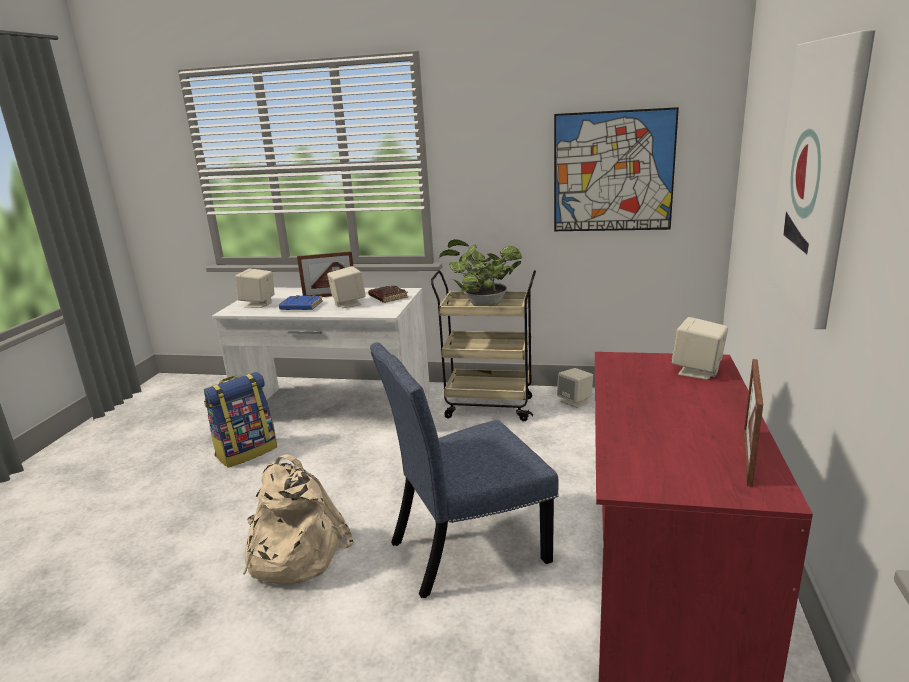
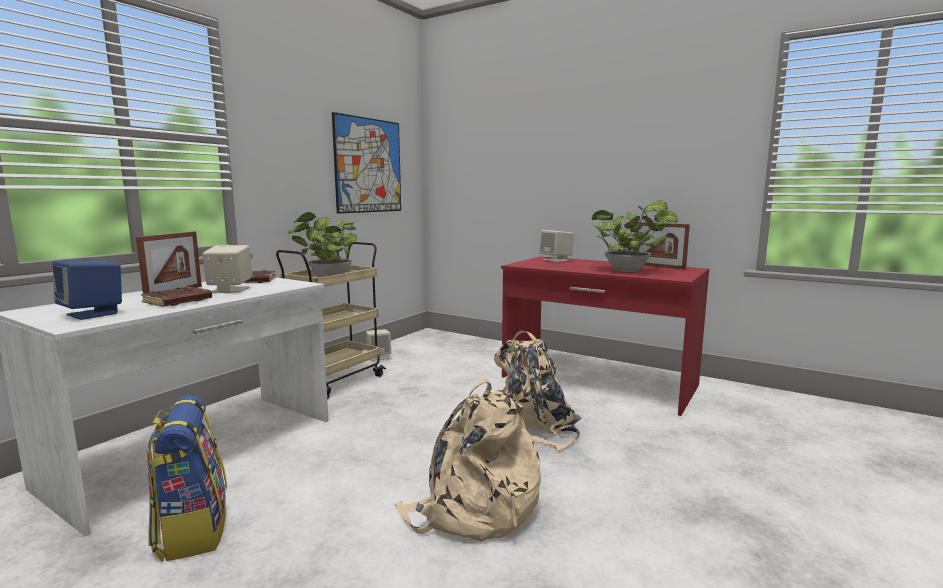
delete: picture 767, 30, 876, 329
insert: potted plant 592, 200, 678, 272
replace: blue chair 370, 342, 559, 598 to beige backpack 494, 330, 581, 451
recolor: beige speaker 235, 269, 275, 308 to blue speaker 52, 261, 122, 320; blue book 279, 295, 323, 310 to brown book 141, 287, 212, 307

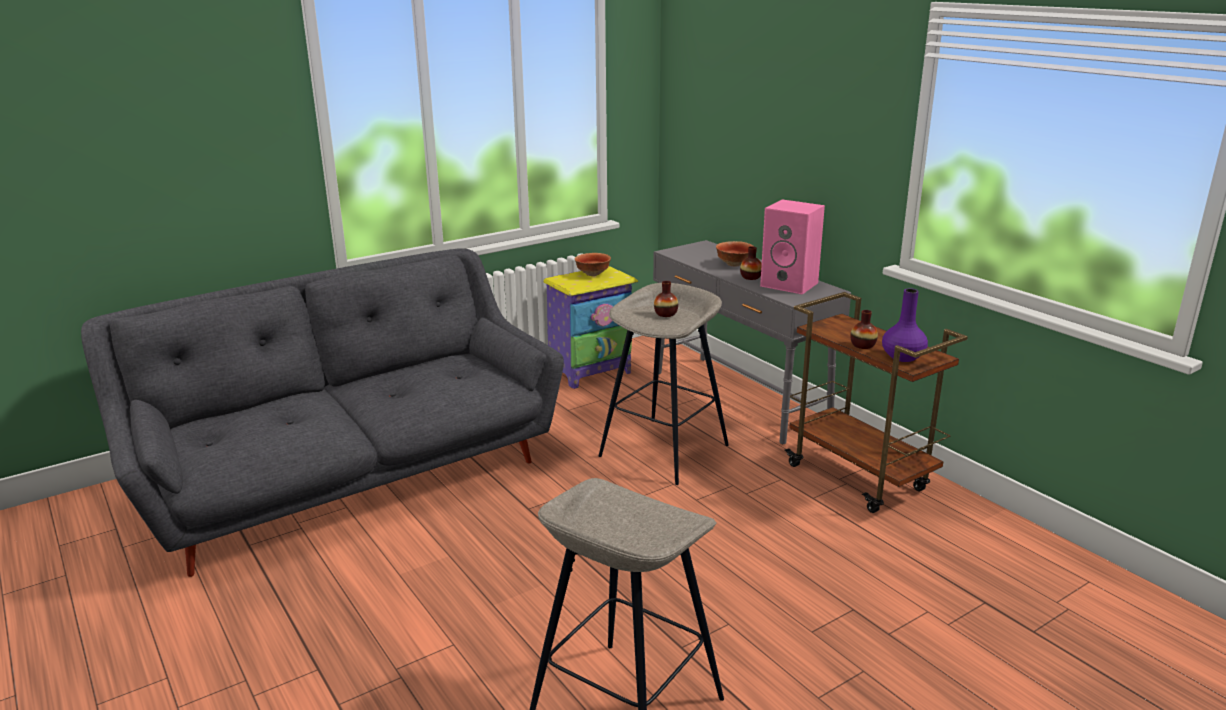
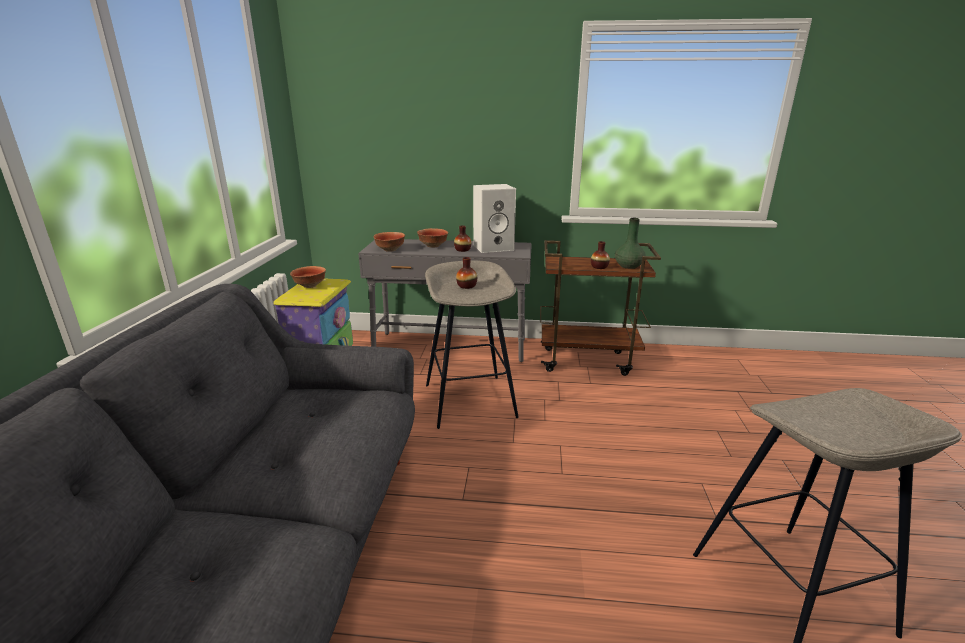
insert: bowl 373, 232, 405, 252
recolor: pink speaker 760, 199, 825, 295 to white speaker 473, 184, 516, 253; purple vase 882, 288, 928, 362 to green vase 615, 218, 646, 269

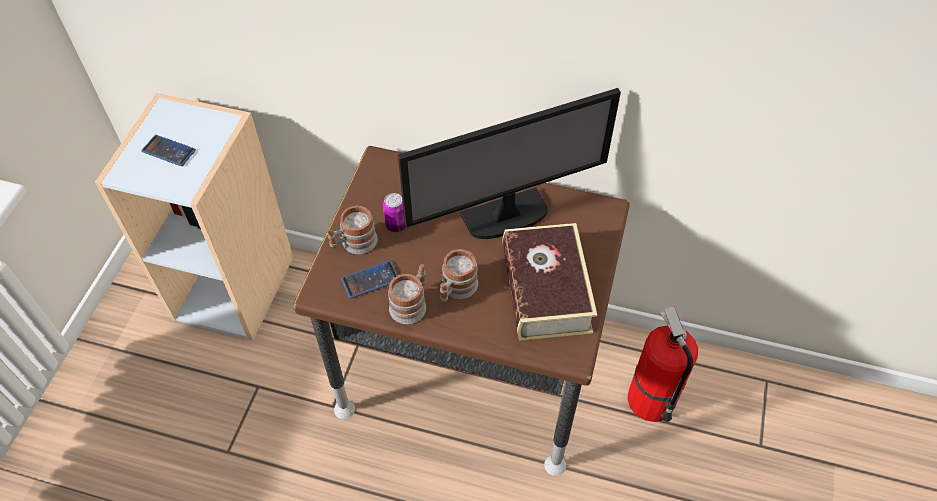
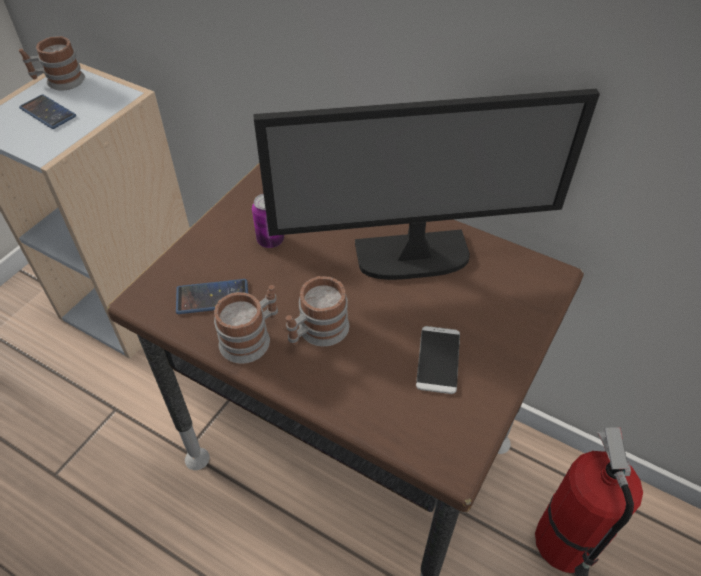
move: mug 326, 205, 378, 254 to 19, 36, 85, 91
replace: book 503, 223, 597, 341 to phone 416, 326, 460, 394

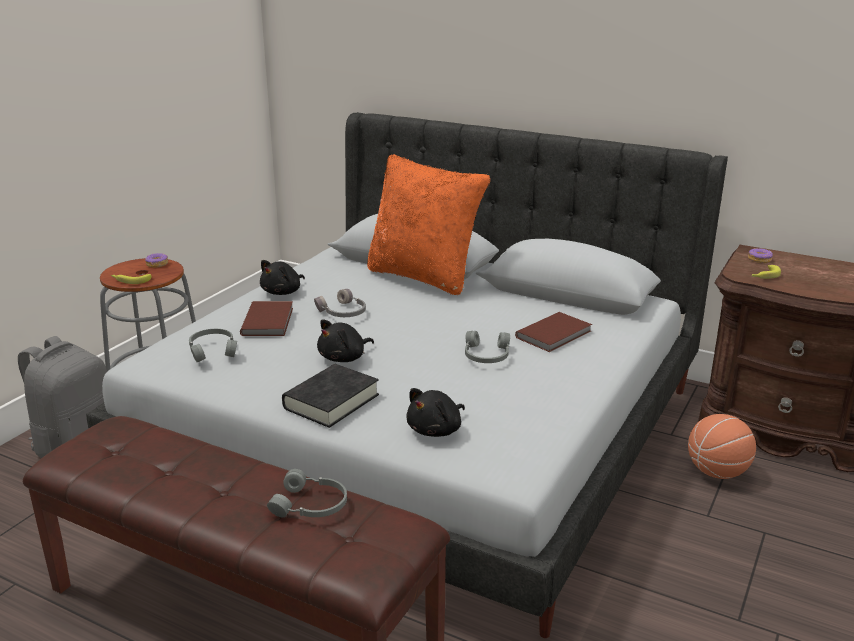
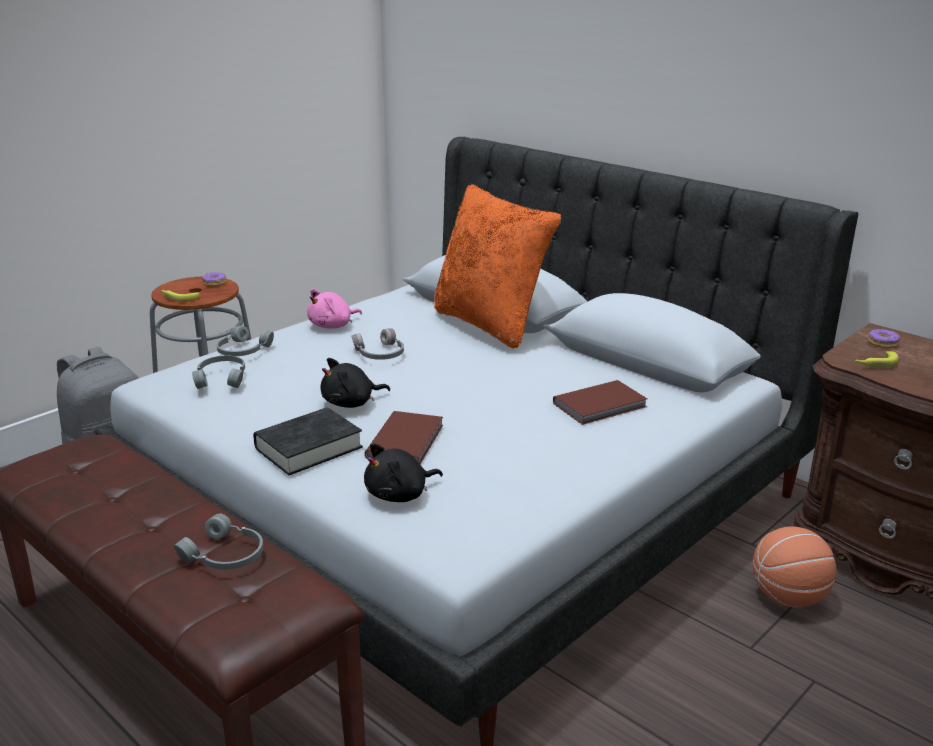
move: brown book 240, 301, 293, 336 to 365, 411, 443, 464; grey headphones 465, 331, 510, 363 to 217, 326, 274, 356
recolor: black plush toy 260, 260, 305, 295 to pink plush toy 307, 289, 362, 329

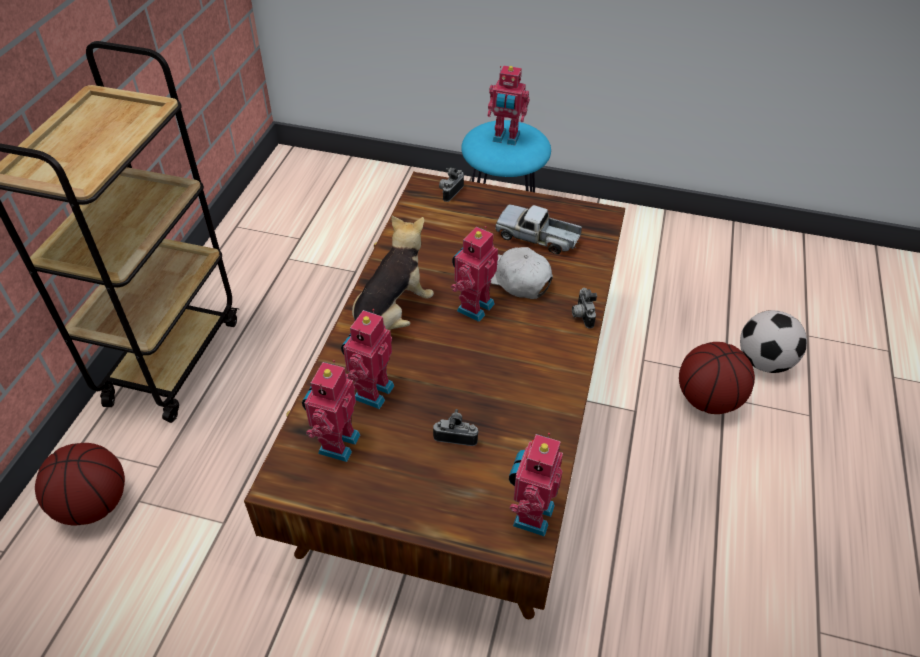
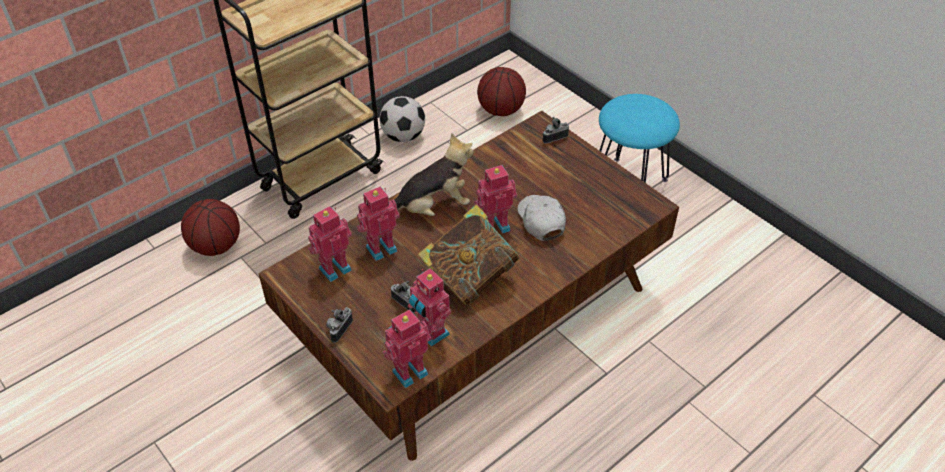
delete: toy truck 495, 205, 582, 254
insert: book 418, 204, 519, 305
move: toy robot 487, 65, 529, 145 to 408, 268, 451, 347; photo camera 572, 288, 597, 329 to 326, 307, 353, 343; football 740, 310, 807, 373 to 380, 96, 425, 142; basketball 679, 342, 755, 414 to 477, 67, 526, 116

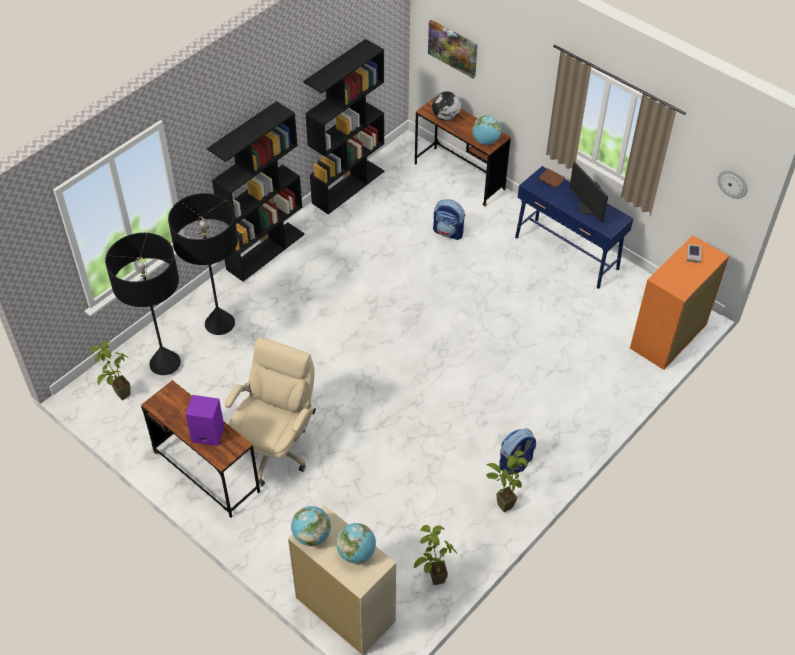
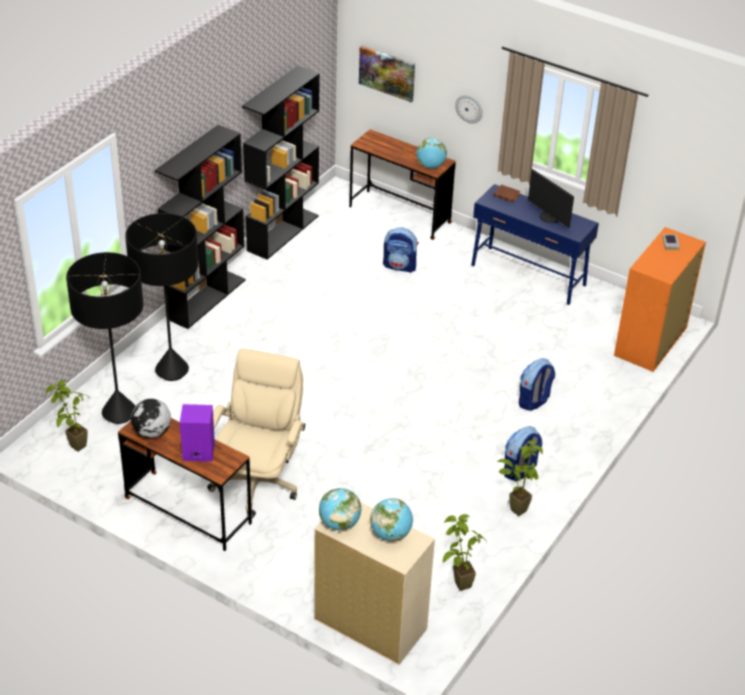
insert: backpack 519, 358, 555, 411
move: globe 432, 91, 461, 121 to 131, 399, 171, 438; wall clock 718, 170, 748, 199 to 455, 95, 483, 124

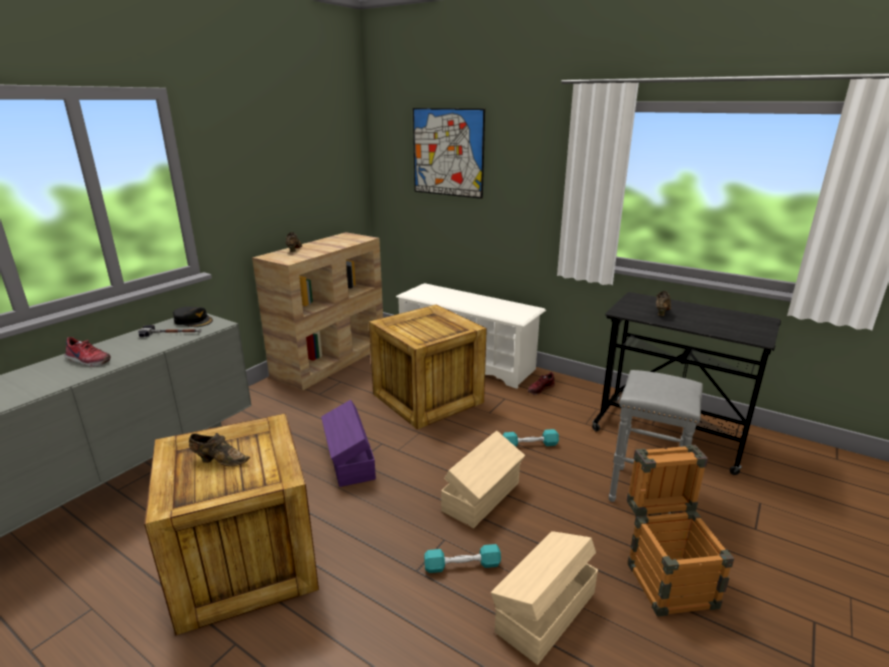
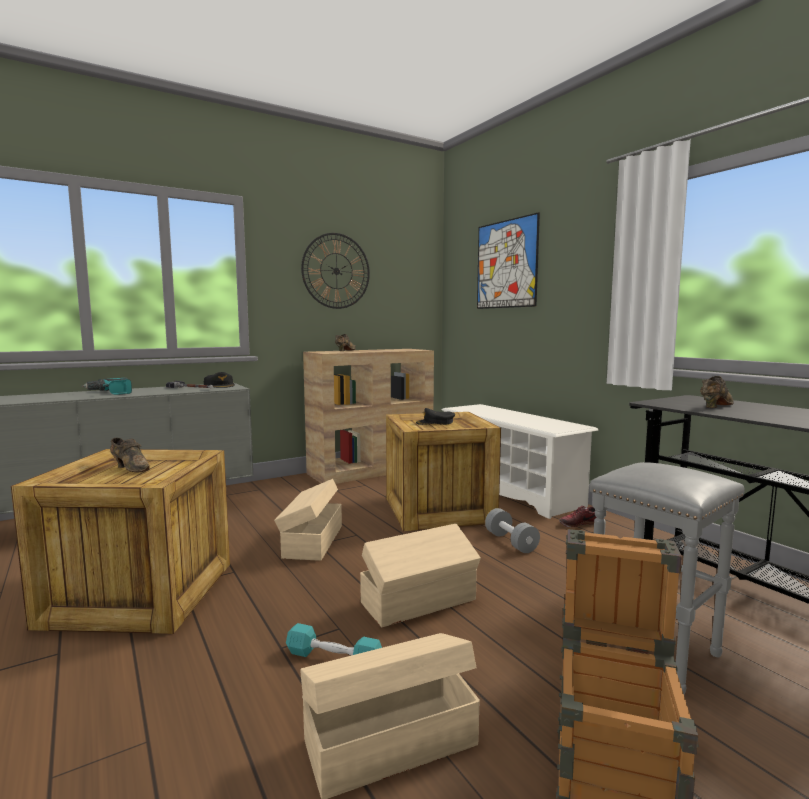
delete: turquoise dumbbell 503, 429, 559, 447
insert: wall clock 301, 233, 370, 309; black cap 416, 408, 455, 425; grey dumbbell 485, 508, 540, 553
replace: shoe 64, 337, 111, 367 to power drill 81, 377, 132, 395
recolor: purple storage box 321, 400, 376, 487 to beige storage box 274, 479, 342, 561

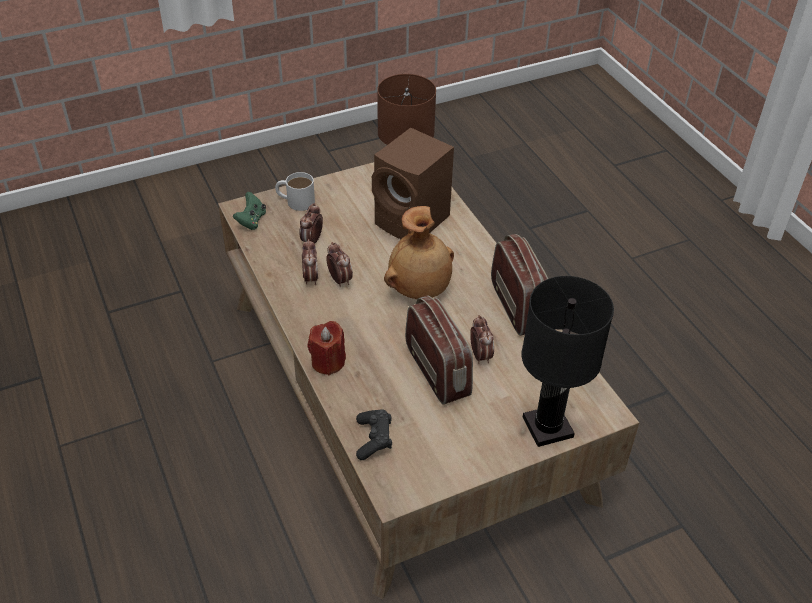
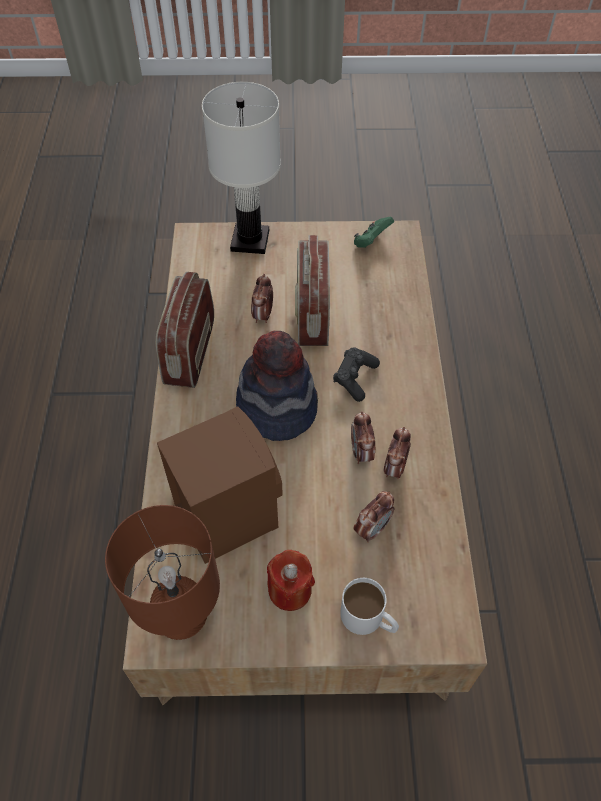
move: green game controller 233, 192, 266, 230 to 354, 217, 394, 247; red candle 308, 321, 346, 375 to 267, 550, 315, 611; black game controller 356, 409, 392, 460 to 333, 347, 380, 402
replace: brown vase 384, 206, 454, 299 to hat 236, 331, 318, 441
recolor: black table lamp 522, 276, 614, 447 to white table lamp 202, 82, 281, 254

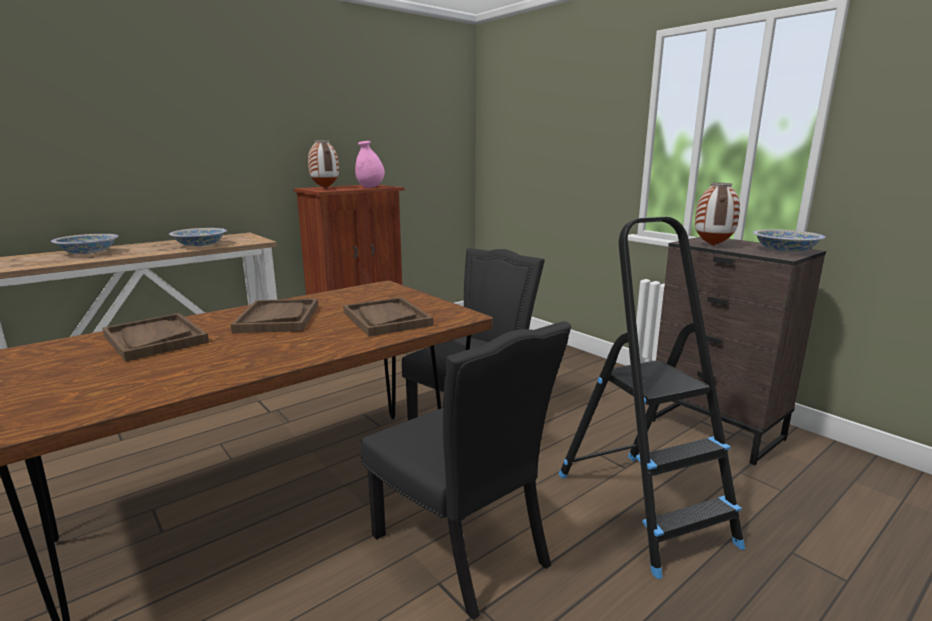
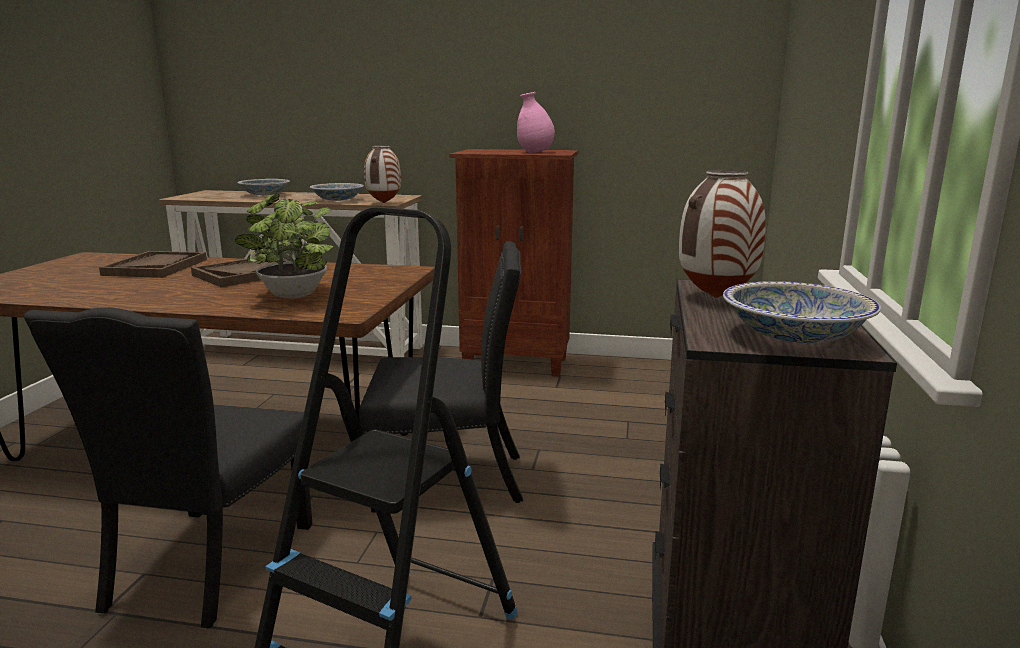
move: vase 308, 141, 339, 188 to 364, 145, 401, 203
replace: brown tray 343, 297, 433, 337 to potted plant 235, 194, 334, 299

